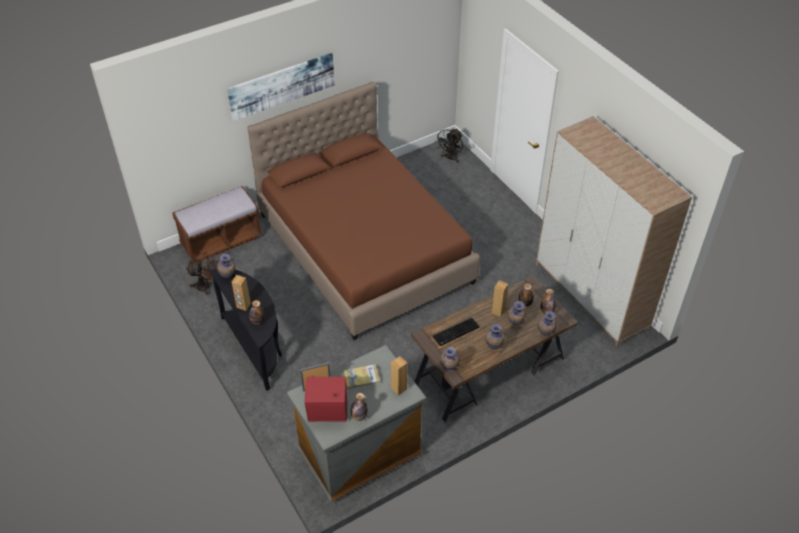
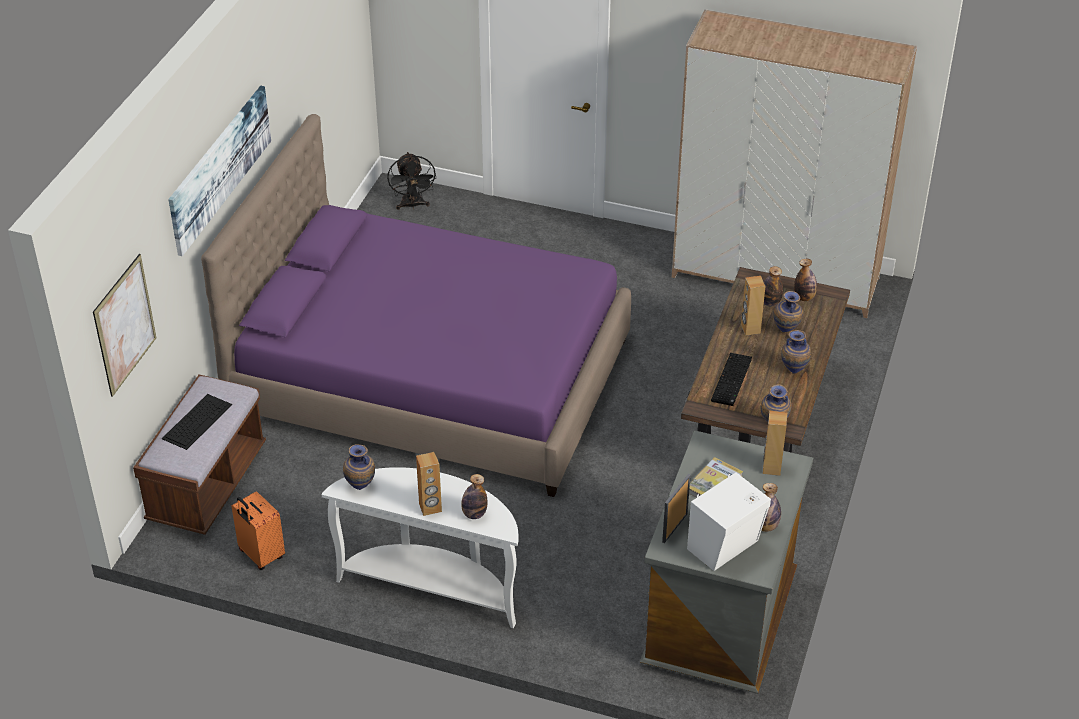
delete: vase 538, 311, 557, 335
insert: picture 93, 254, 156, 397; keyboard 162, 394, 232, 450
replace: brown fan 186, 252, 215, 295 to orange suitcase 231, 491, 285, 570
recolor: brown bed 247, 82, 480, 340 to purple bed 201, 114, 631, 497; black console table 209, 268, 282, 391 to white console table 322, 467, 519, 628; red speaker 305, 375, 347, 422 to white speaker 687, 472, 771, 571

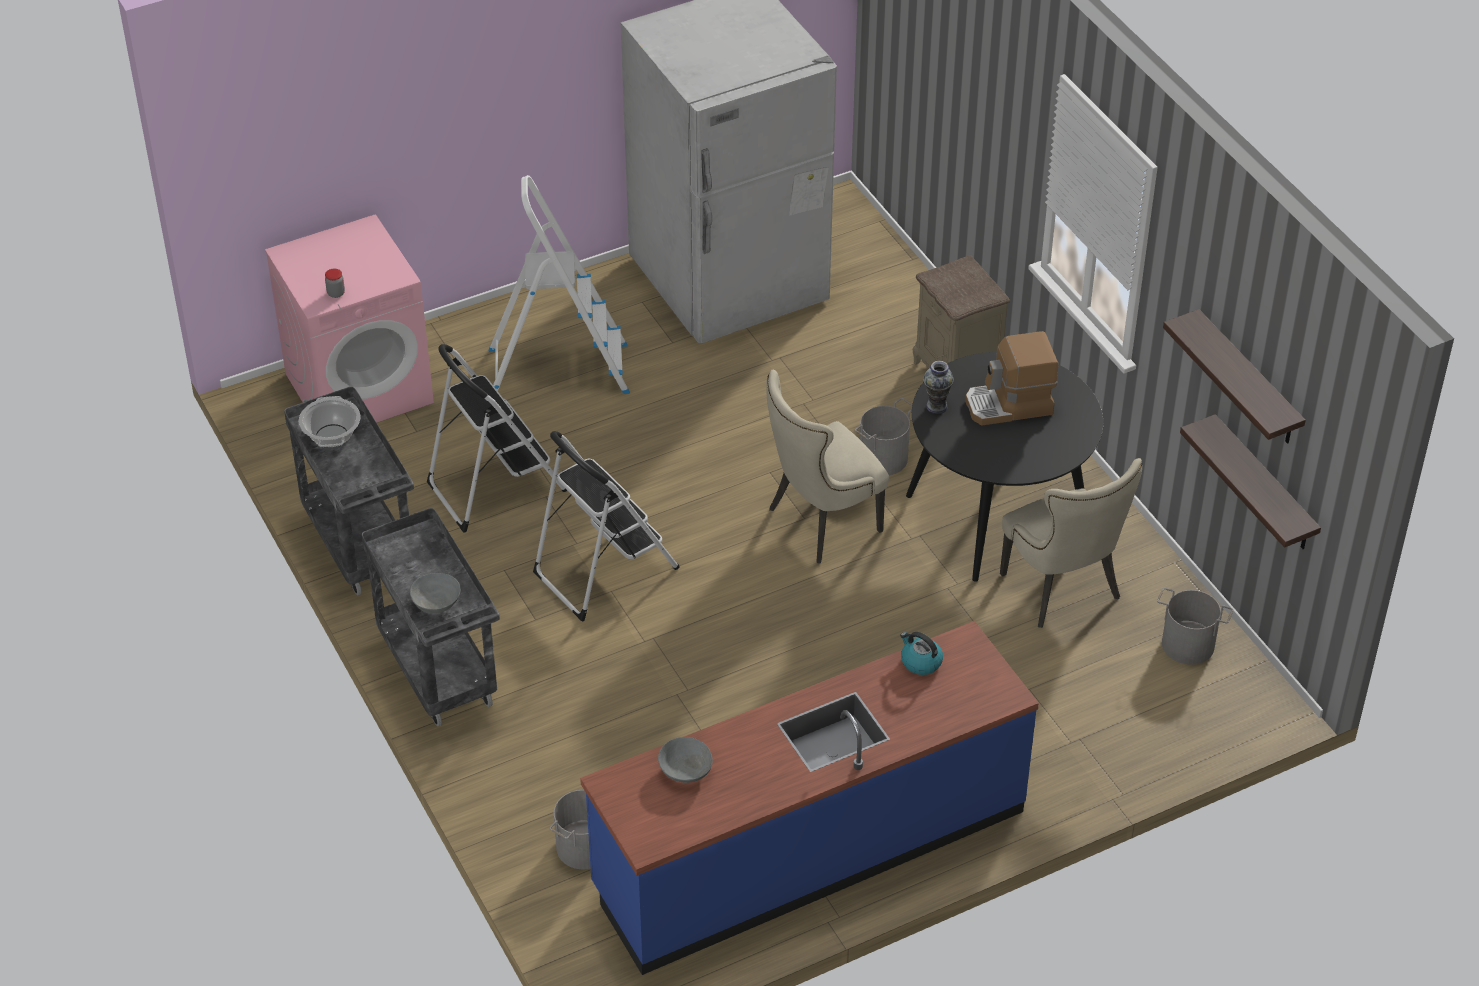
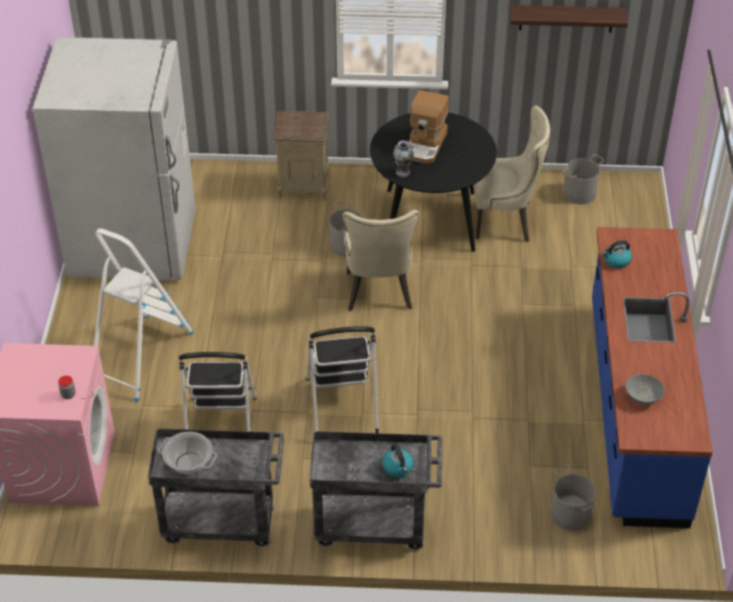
delete: shelf 1180, 414, 1321, 549
replace: grey bowl 410, 573, 461, 614 to kettle 382, 444, 414, 477

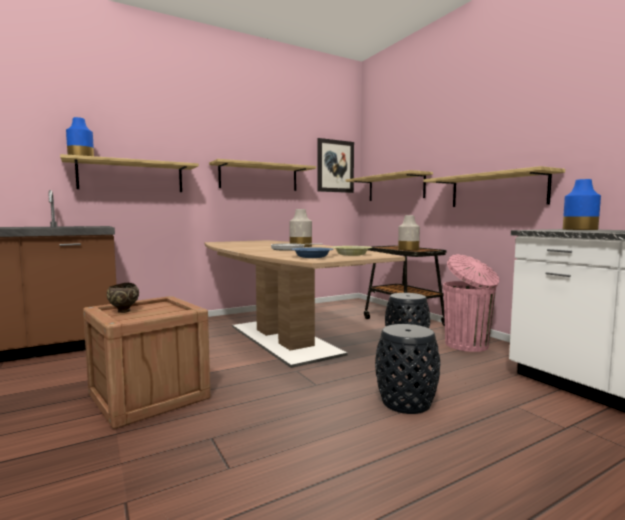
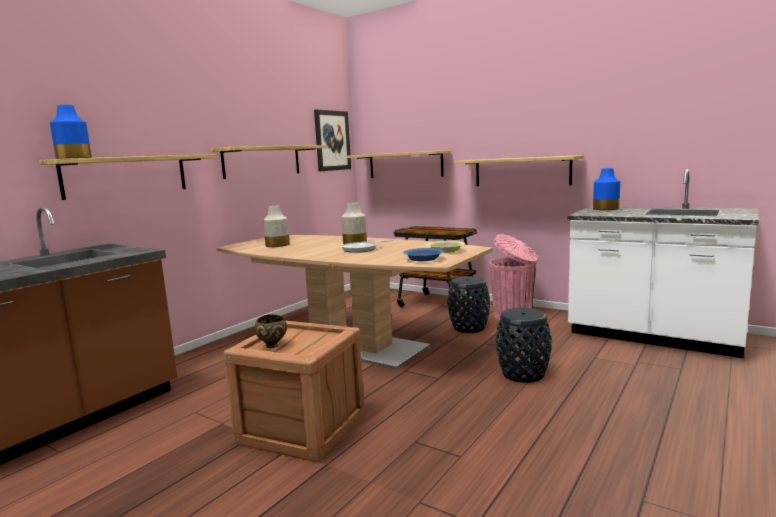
move: beige vase 398, 215, 420, 250 to 263, 206, 290, 247

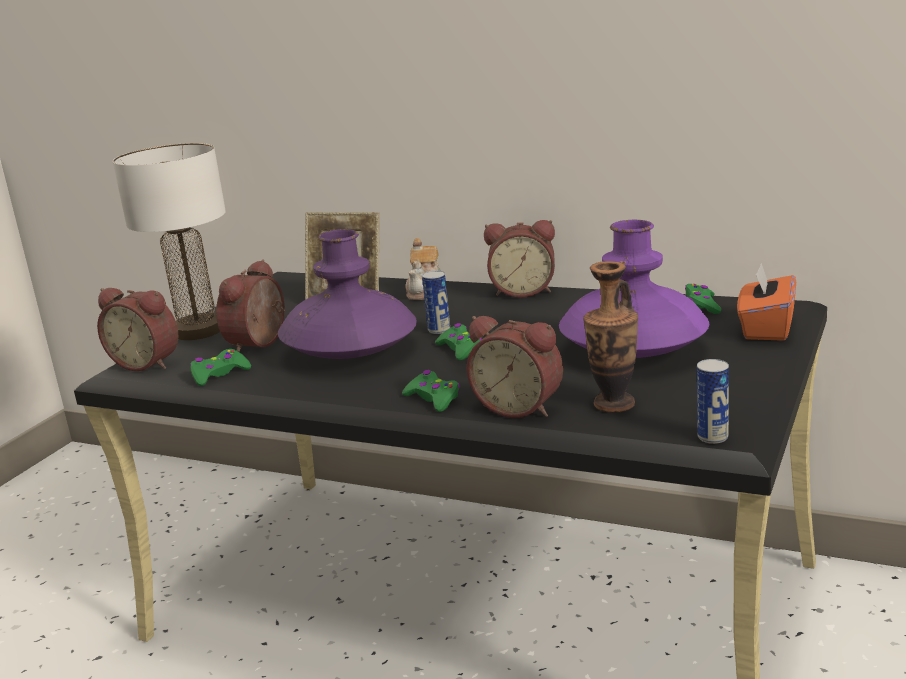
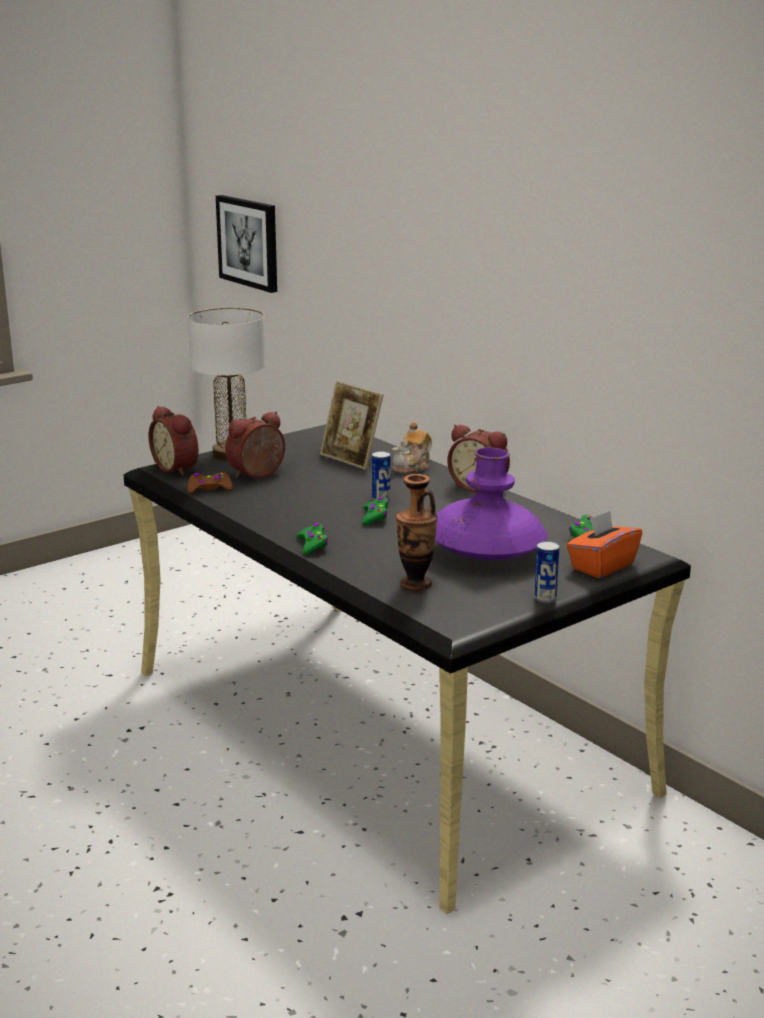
delete: purple vase 278, 229, 417, 359; alarm clock 467, 316, 563, 418
insert: picture 216, 195, 277, 293
move: can 697, 359, 729, 444 to 535, 541, 560, 603
recolor: green game controller 190, 349, 251, 386 to brown game controller 188, 472, 232, 494

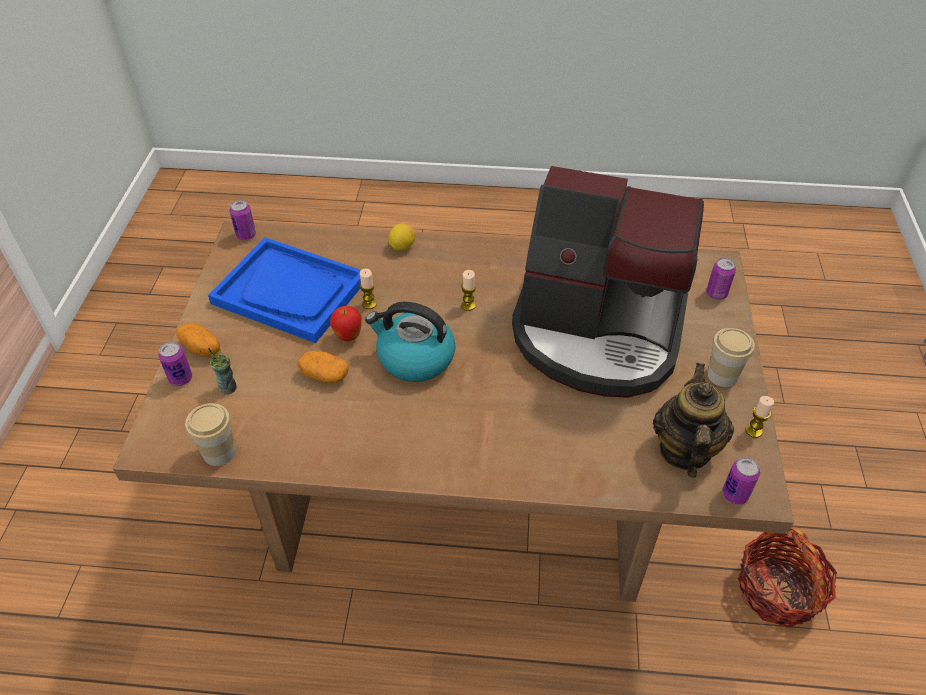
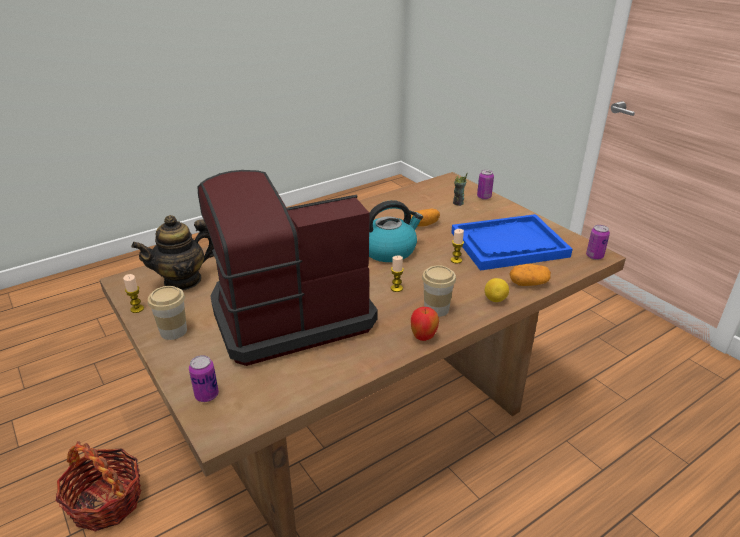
delete: can 722, 457, 760, 505
move: apple 330, 306, 362, 341 to 411, 307, 439, 341; potato 177, 323, 220, 357 to 509, 264, 551, 286; cup 185, 403, 236, 466 to 422, 265, 456, 317
rotate: teapot 653, 363, 734, 478 = 131, 215, 214, 290 90 degrees clockwise

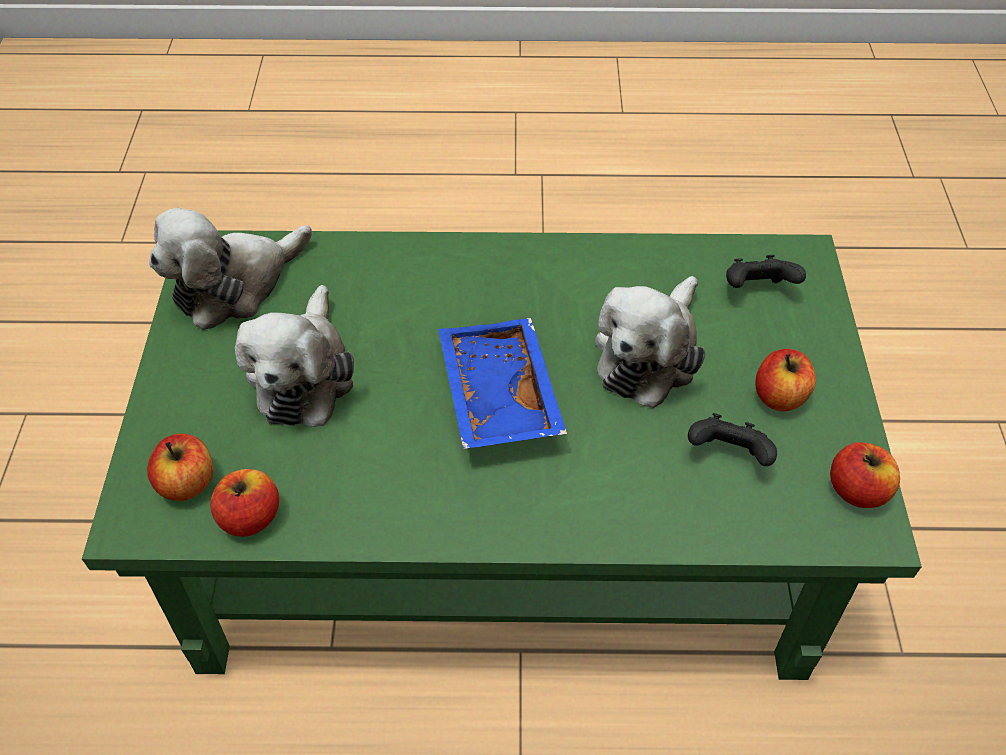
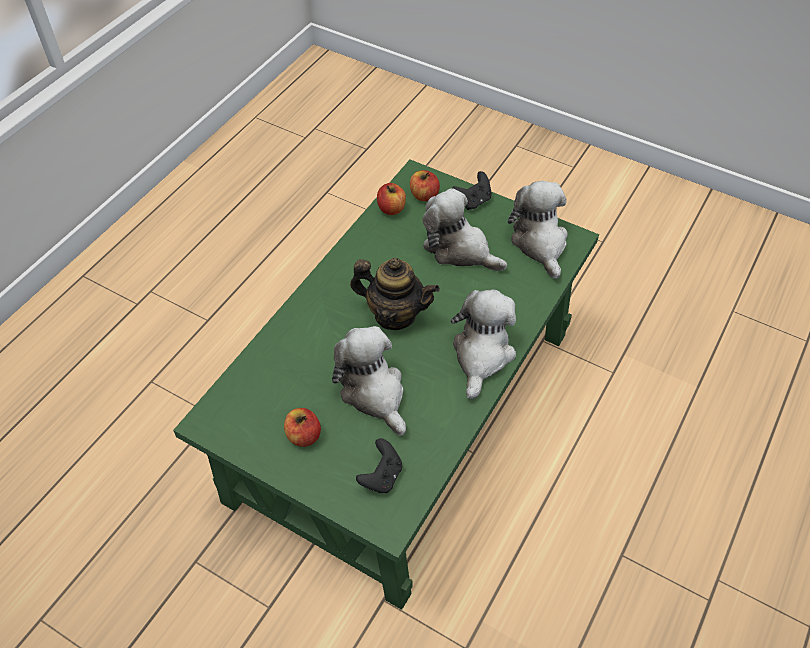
delete: apple 830, 442, 900, 508
insert: plush toy 451, 289, 516, 399
move: black game controller 688, 413, 777, 466 to 453, 171, 492, 210
replace: blue tray 438, 318, 567, 449 to teapot 350, 258, 440, 330

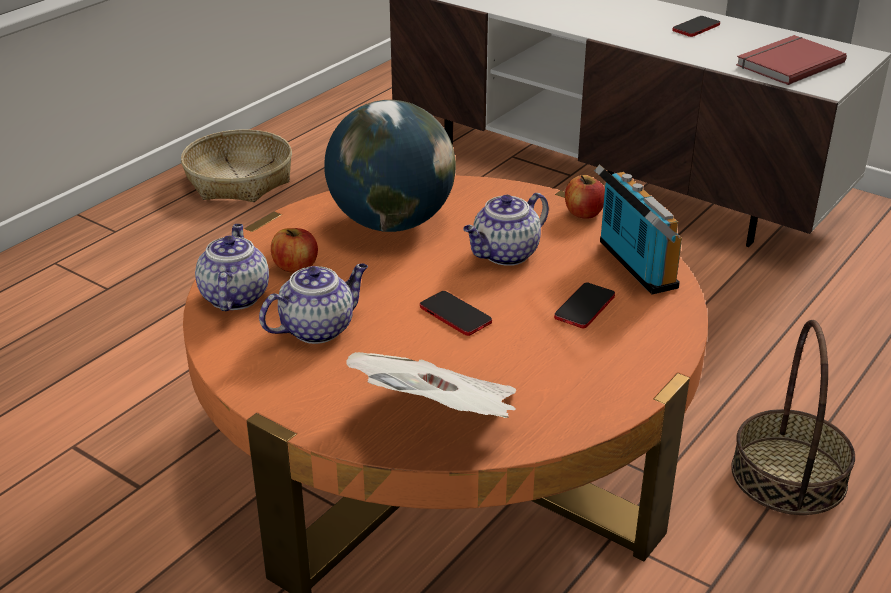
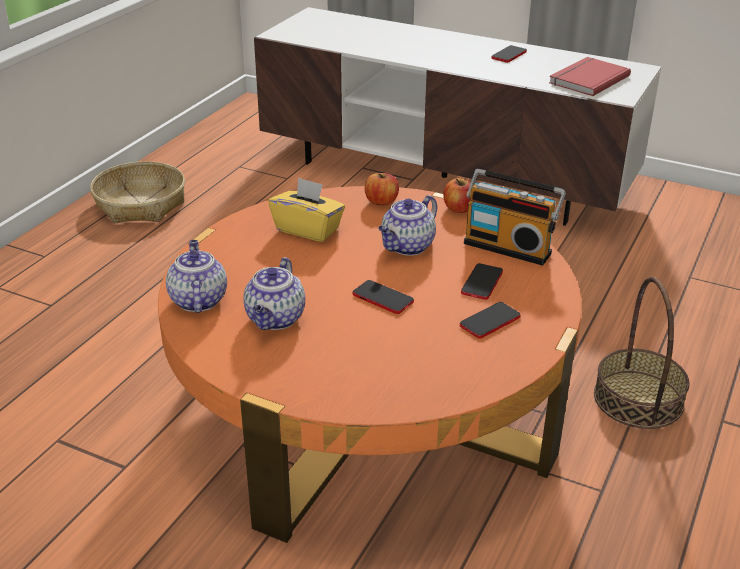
delete: newspaper 346, 352, 516, 418
insert: phone 460, 302, 521, 339
move: apple 271, 228, 318, 273 to 365, 173, 399, 205
replace: globe 324, 100, 456, 232 to yellow tissue box 268, 177, 345, 242
rotate: radio 594, 164, 682, 295 = 464, 169, 566, 266 150 degrees clockwise; teapot 259, 264, 368, 344 = 243, 257, 305, 330 150 degrees clockwise

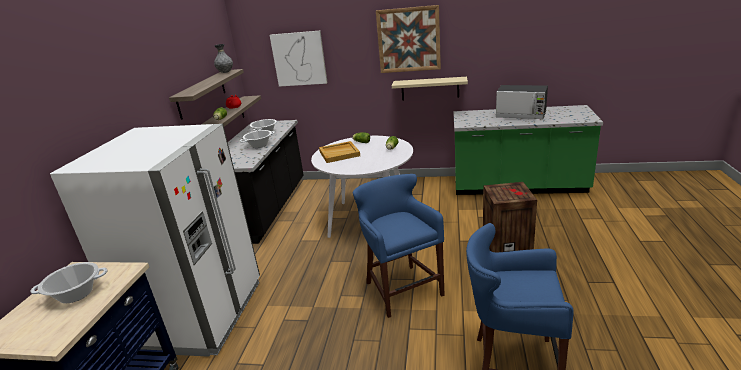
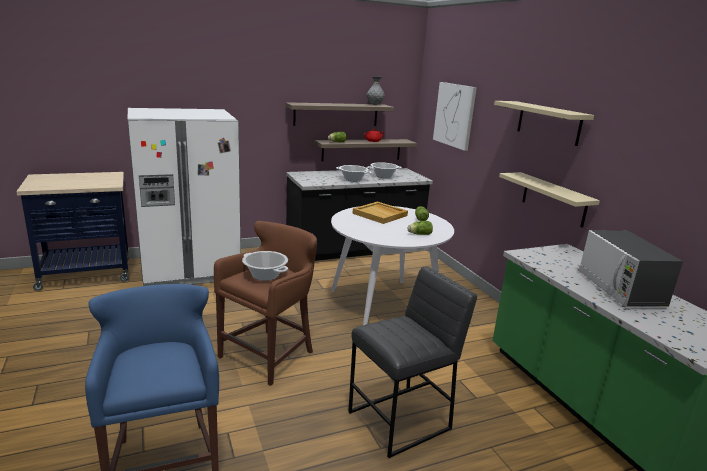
move: cooking pot 30, 262, 108, 303 to 242, 251, 288, 281
replace: picture 376, 5, 441, 73 to beige shelf 494, 101, 594, 146; crate 483, 182, 537, 252 to grey stool 348, 267, 477, 458
recolor: blue stool 353, 174, 445, 318 to brown stool 214, 221, 317, 386

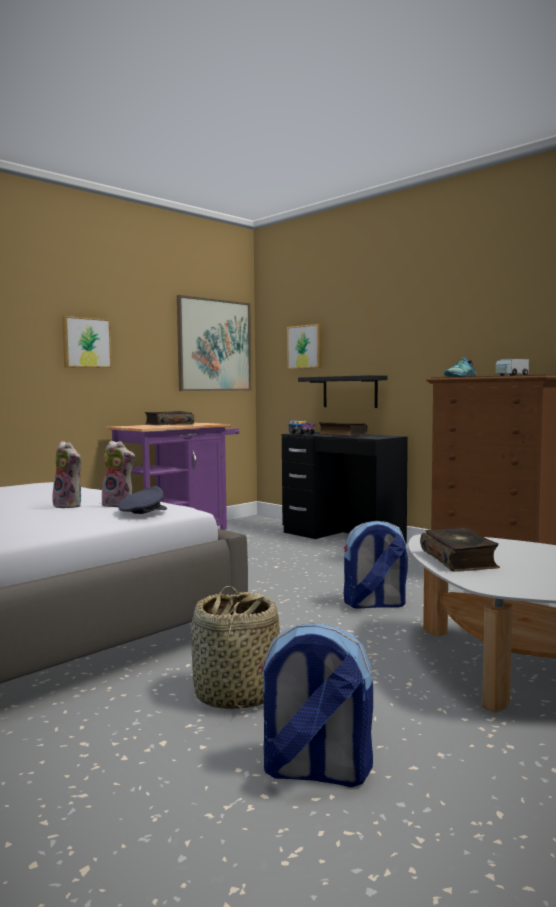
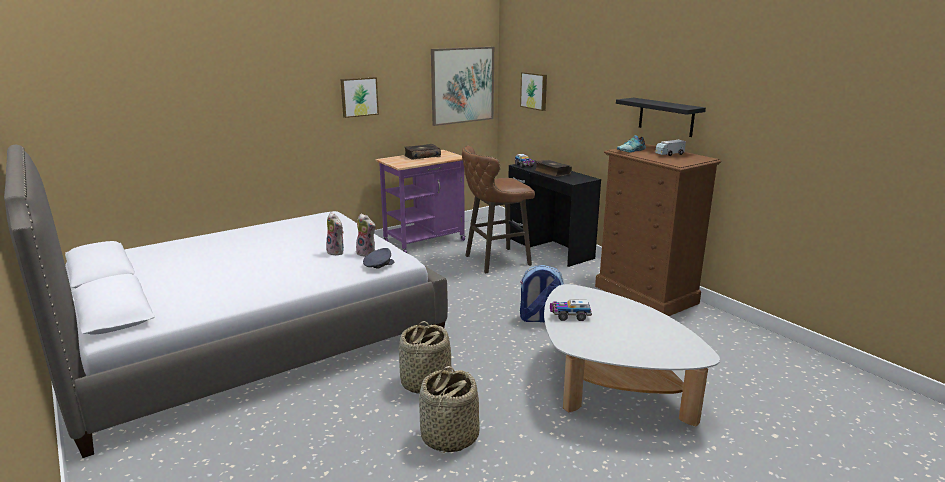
insert: brown stool 462, 145, 535, 273
move: black shelf 298, 375, 387, 408 to 616, 98, 706, 137
replace: book 420, 527, 500, 572 to toy truck 550, 299, 592, 321; backpack 258, 623, 373, 787 to basket 419, 366, 480, 453

